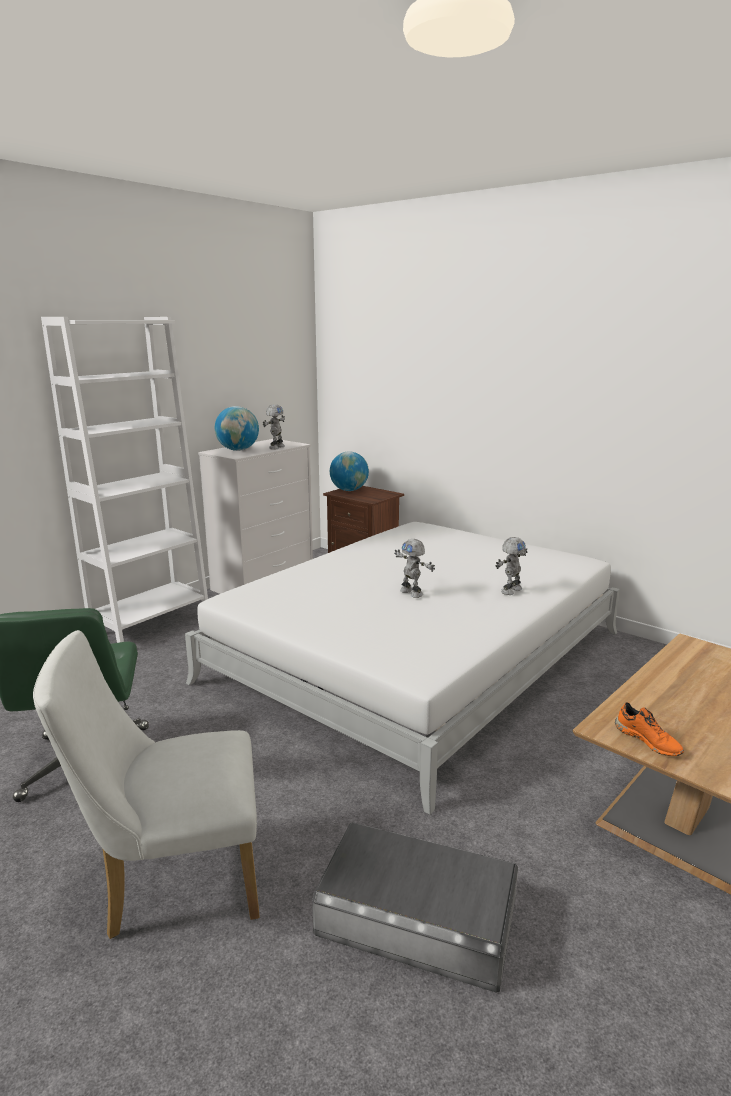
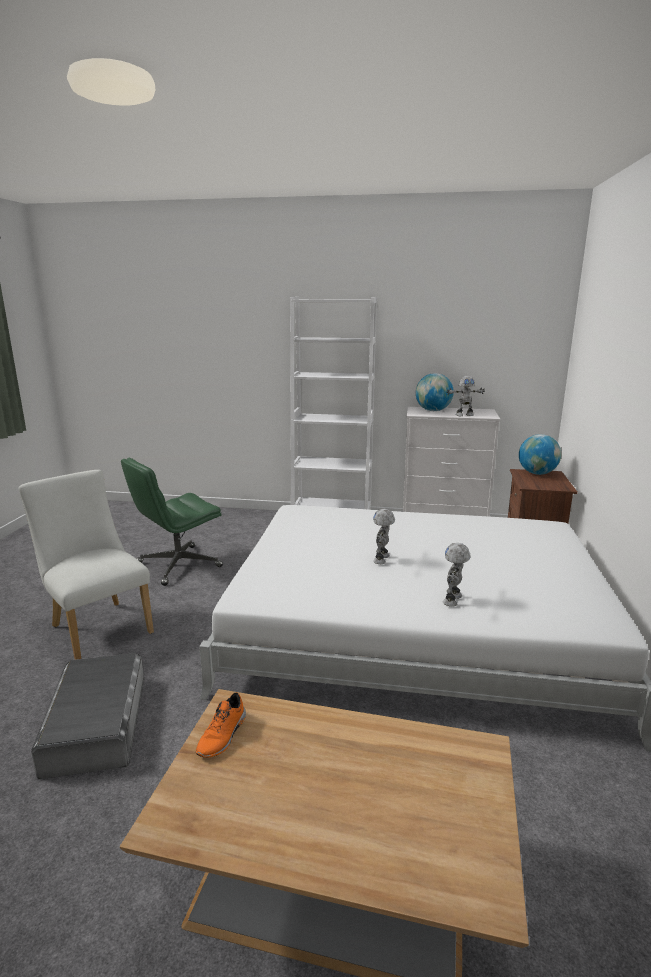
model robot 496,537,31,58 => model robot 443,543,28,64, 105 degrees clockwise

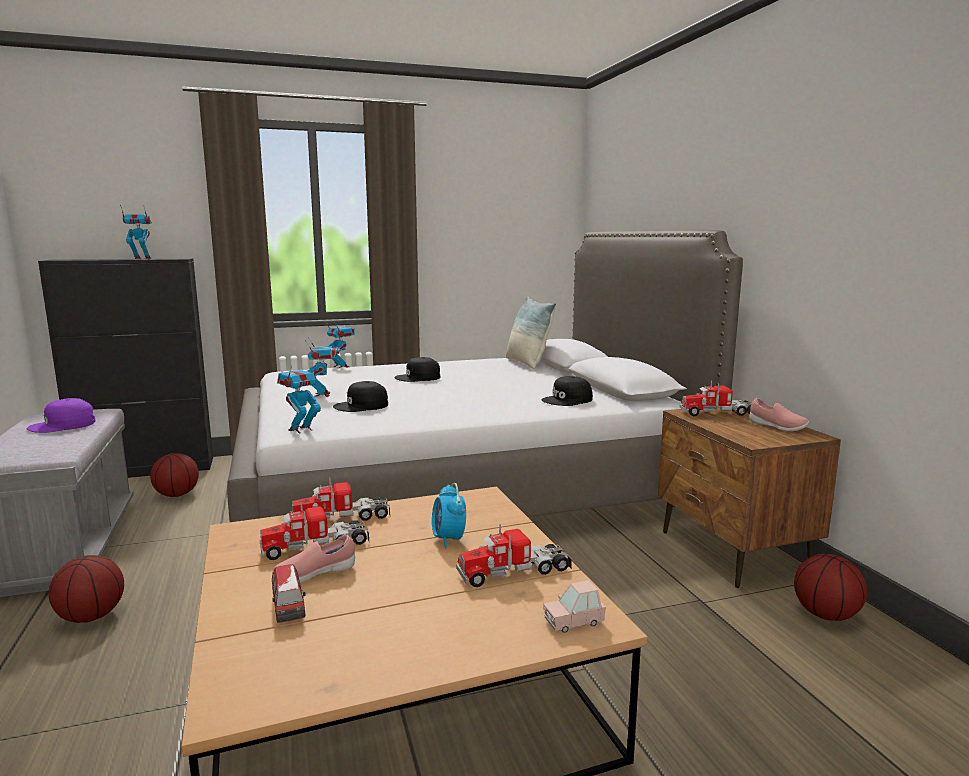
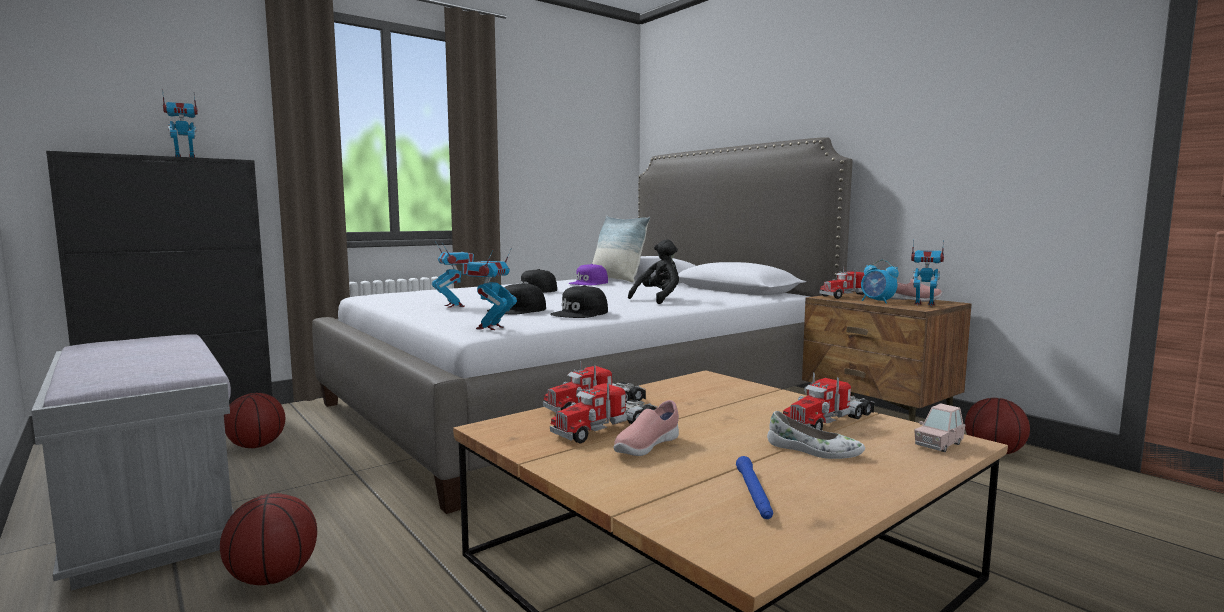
baseball cap (black) 542,376,51,30 => baseball cap (black) 550,285,58,33, relocated
baseball cap (purple-coloured) 27,398,68,35 => baseball cap (purple-coloured) 568,264,40,21, relocated
nothing => cuddly toy (black) 628,239,51,65
nothing => hand torch (blue-coloured) 736,456,37,63
nothing => item of footwear (white-coloured) 767,411,98,48
table clock 432,483,34,65 => table clock 861,260,38,44, relocated
model robot 325,321,30,47 => model robot 911,240,33,66, relocated
model car 272,564,33,59 => nothing

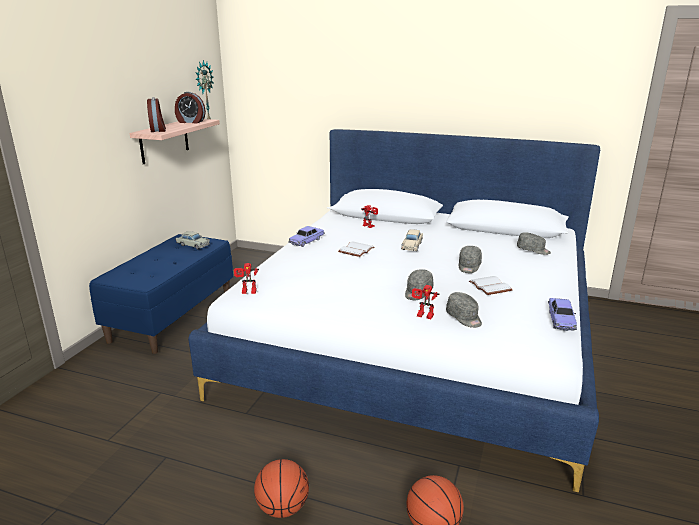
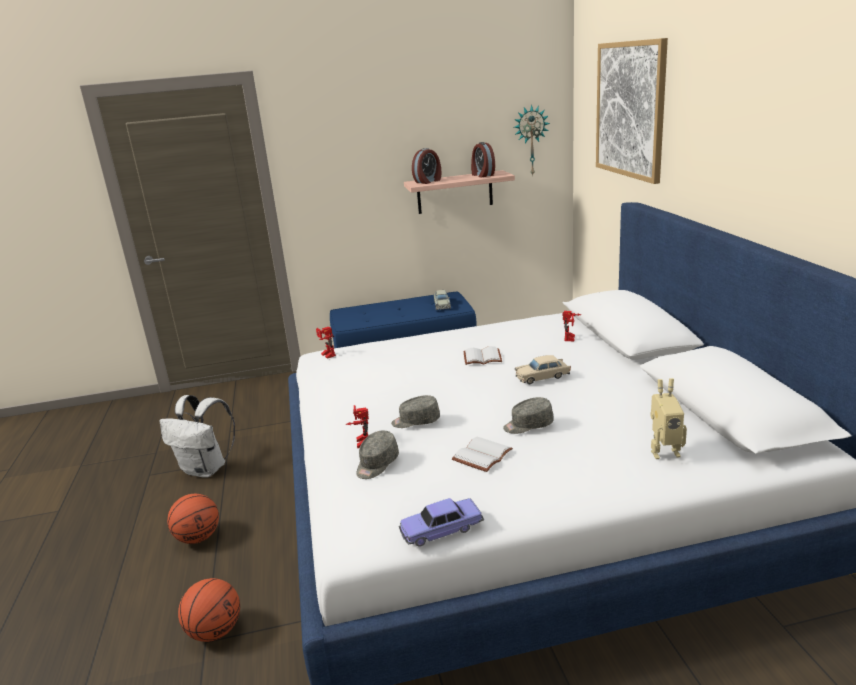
nothing => backpack (white-coloured) 160,395,75,83
nothing => wall art 596,38,72,146
baseball cap (greyish) 517,232,34,23 => model robot 650,378,37,81
model car 288,226,37,21 => nothing

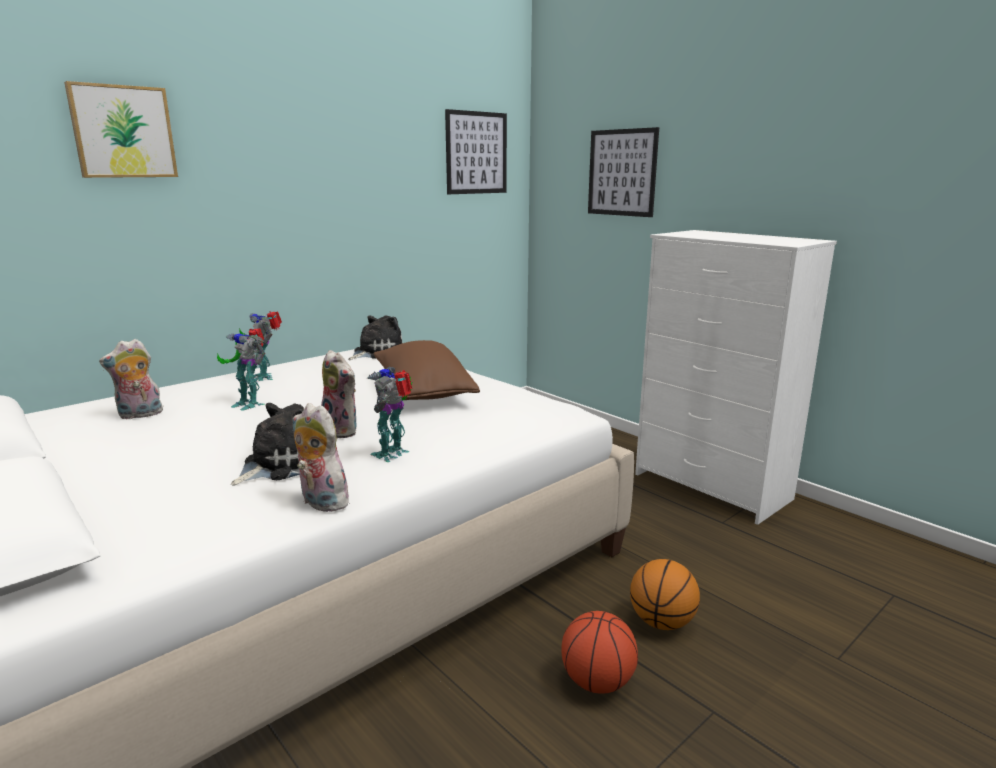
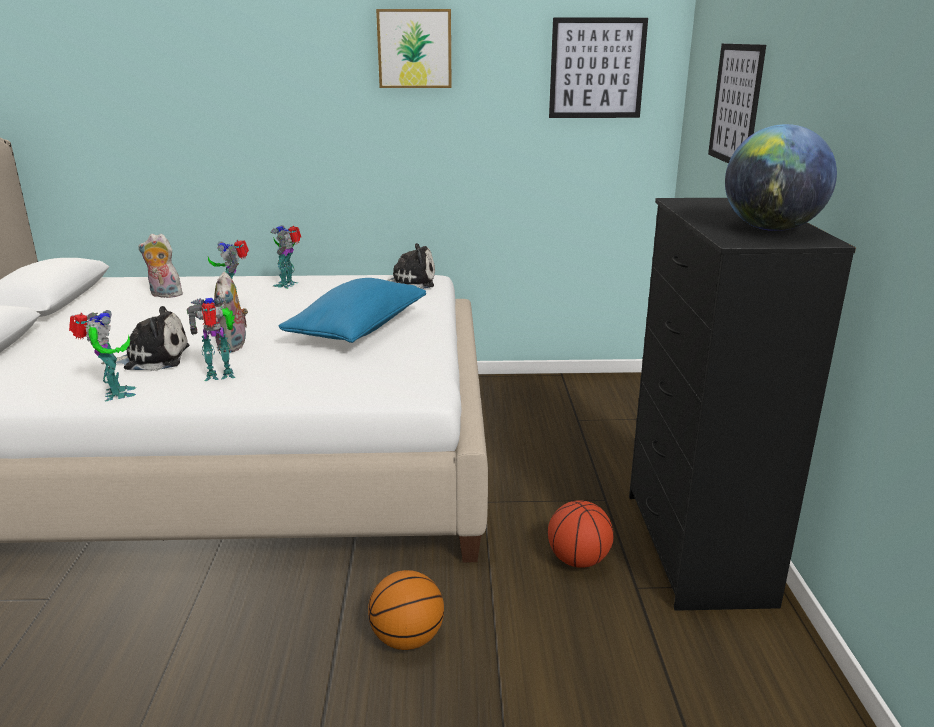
cuddly toy 293,403,59,109 => model robot 69,310,67,91
throw pillow (brownish) 374,340,106,60 => throw pillow (blue-coloured) 279,278,147,65
wall art 64,81,114,97 => wall art 376,9,76,79, relocated
basketball ball 561,611,77,83 => basketball ball 548,500,66,68, relocated
dresser (white-coloured) 635,230,202,295 => dresser (black) 629,198,227,413
nothing => globe 725,124,112,107

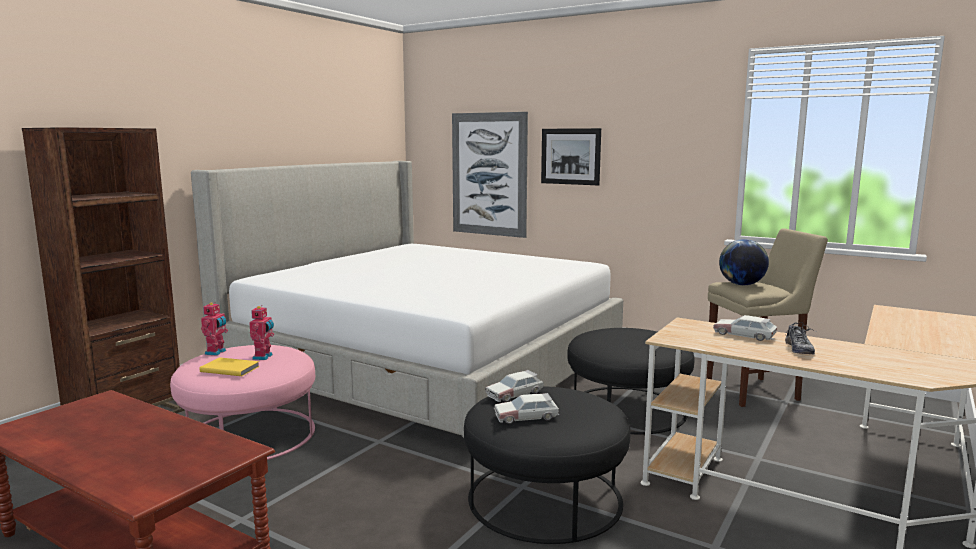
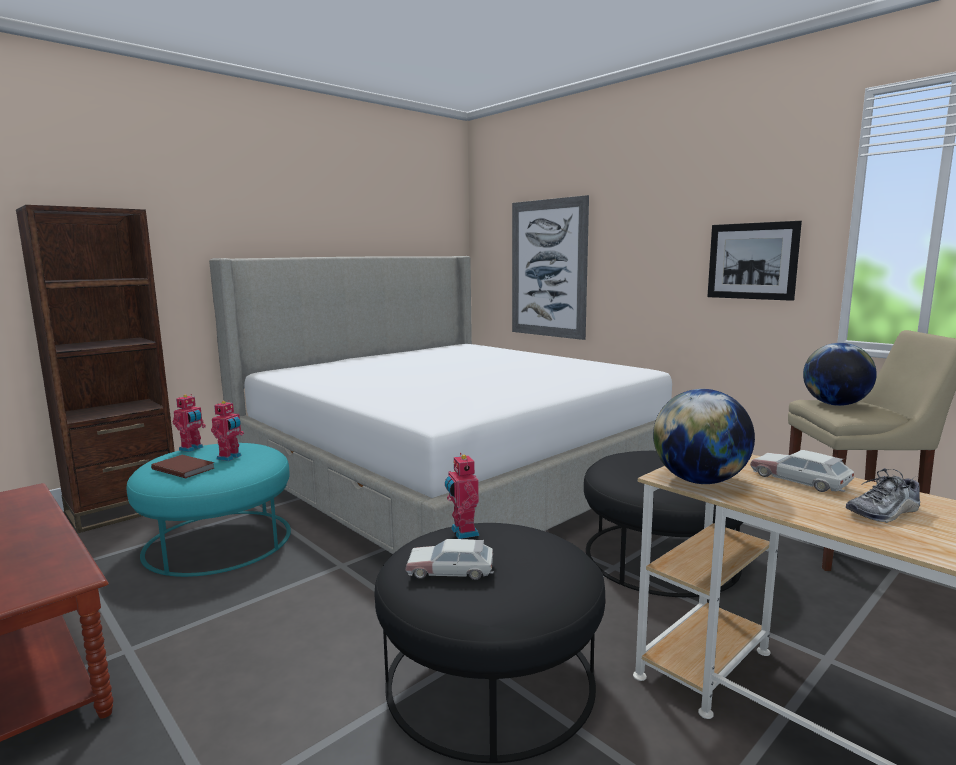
pouffe (pink) 170,345,145,115 => pouffe (blue-green) 127,443,164,134
book (yellow-coloured) 199,357,61,19 => book (brownish) 151,455,64,23
model car 485,370,59,32 => model robot 445,453,34,86
nothing => globe 653,389,102,95
wall art 541,128,60,57 => wall art 707,221,95,80, relocated
item of footwear 785,323,32,31 => item of footwear 846,468,74,55, 45 degrees clockwise

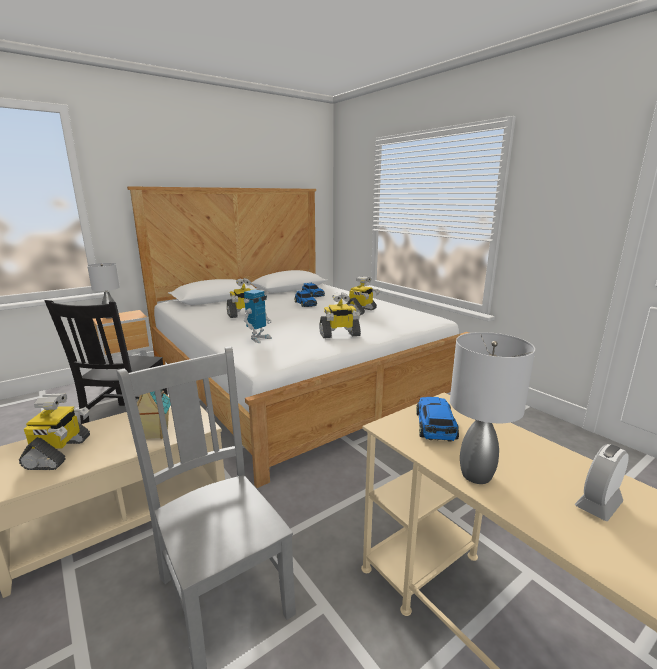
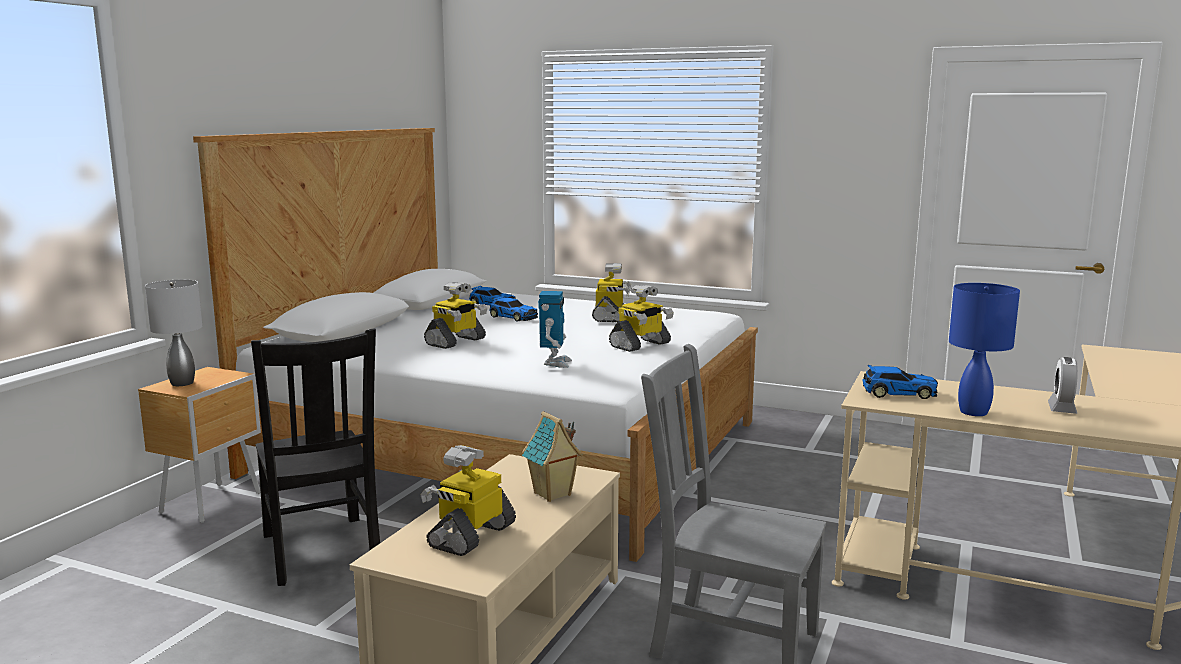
model robot 19,394,71,76 => model robot 420,445,96,111, 120 degrees counterclockwise
model car 416,397,43,44 => model car 862,365,76,34, 120 degrees clockwise
lamp for a table (greyish) 450,332,85,152 => lamp for a table (blue-coloured) 949,283,71,133

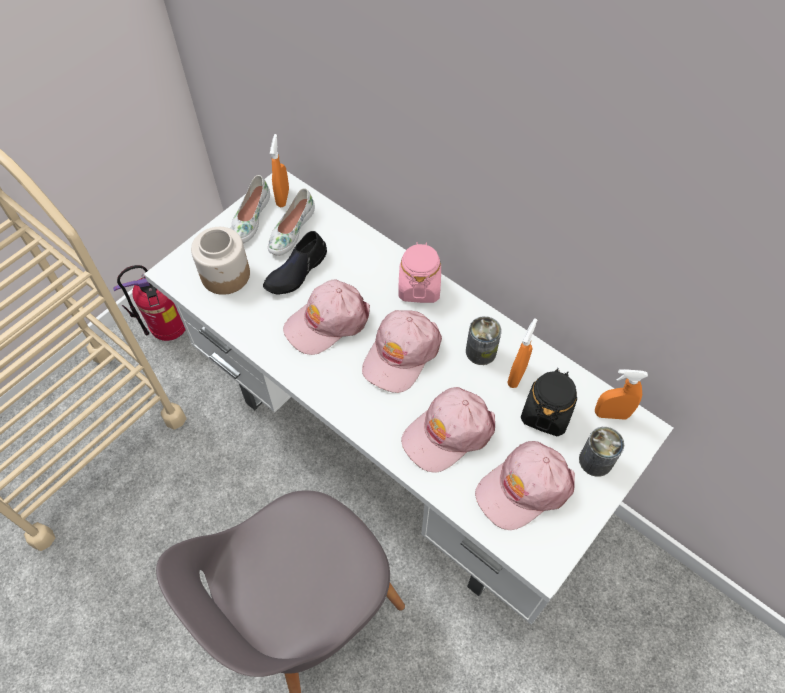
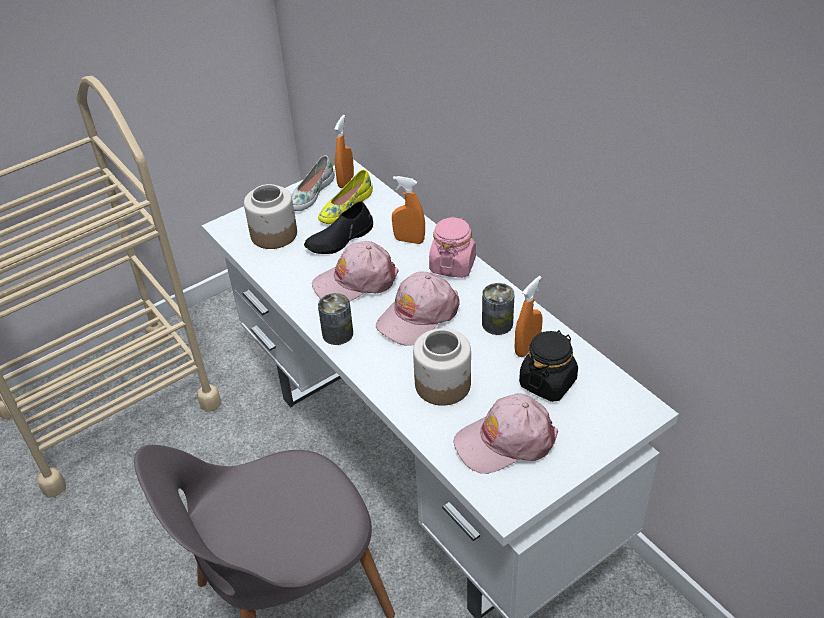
item of footwear (white-coloured) 268,188,47,68 => item of footwear (yellow-coloured) 318,169,55,55
metal can 579,427,45,50 => metal can 318,293,35,52, relocated
hand sprayer (orange) 595,369,53,51 => hand sprayer (orange) 392,176,33,68, relocated
baseball cap (pink) 401,387,94,86 => preserve jar 413,328,58,78
fire-fighting cylinder 113,265,73,76 => nothing

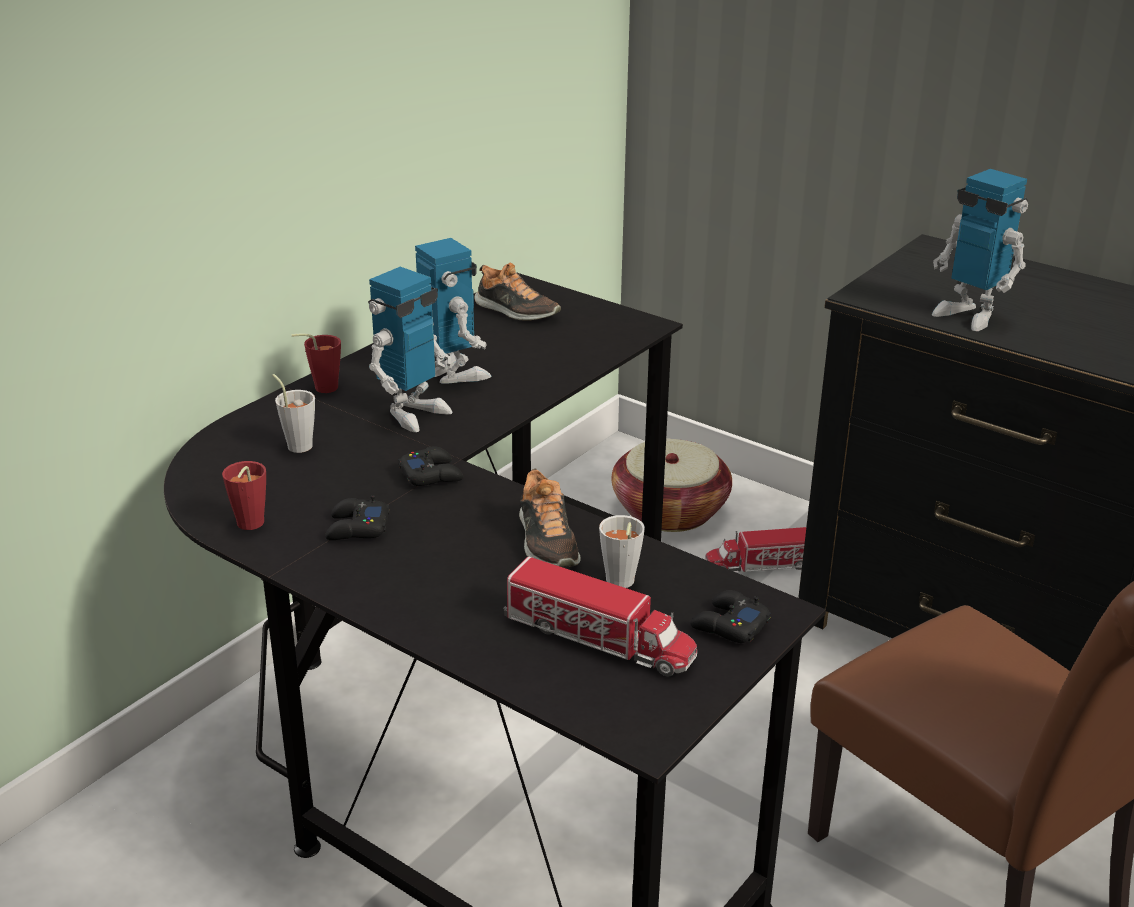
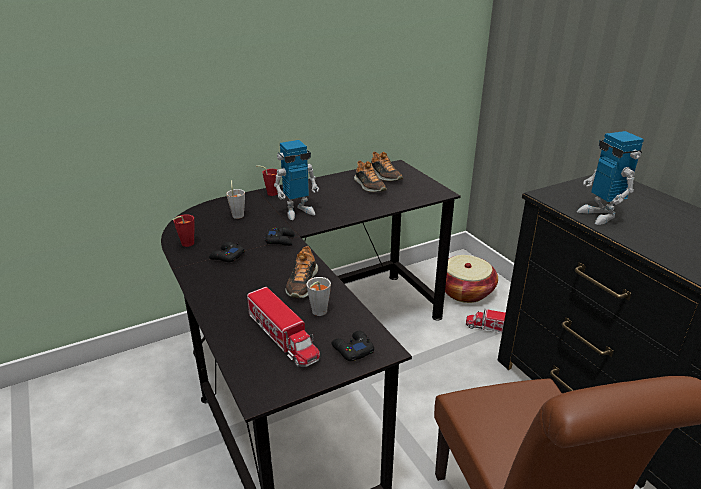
nothing => item of footwear 354,160,33,32
model robot 415,238,76,145 => nothing

